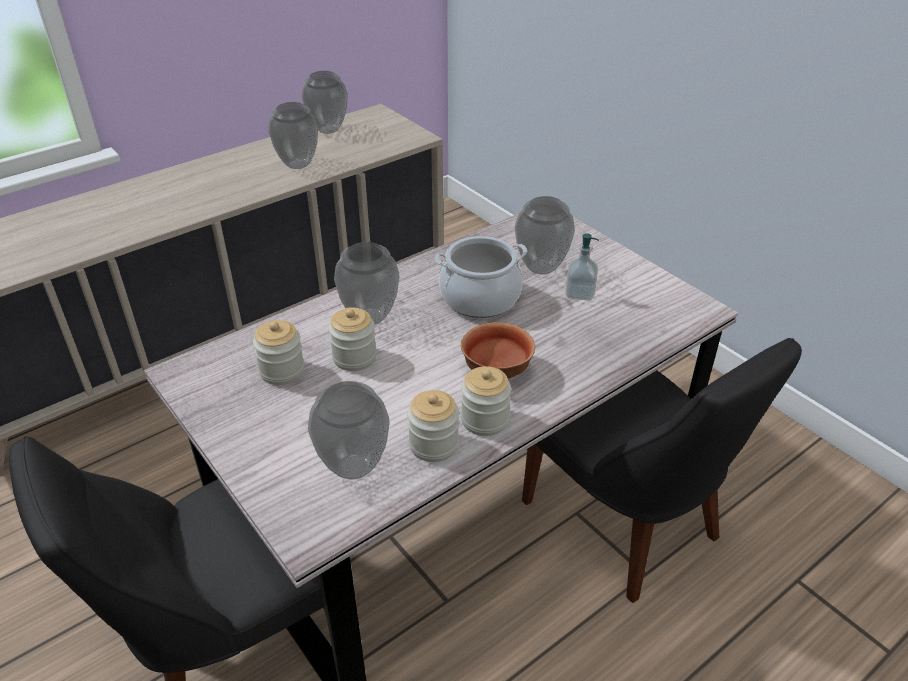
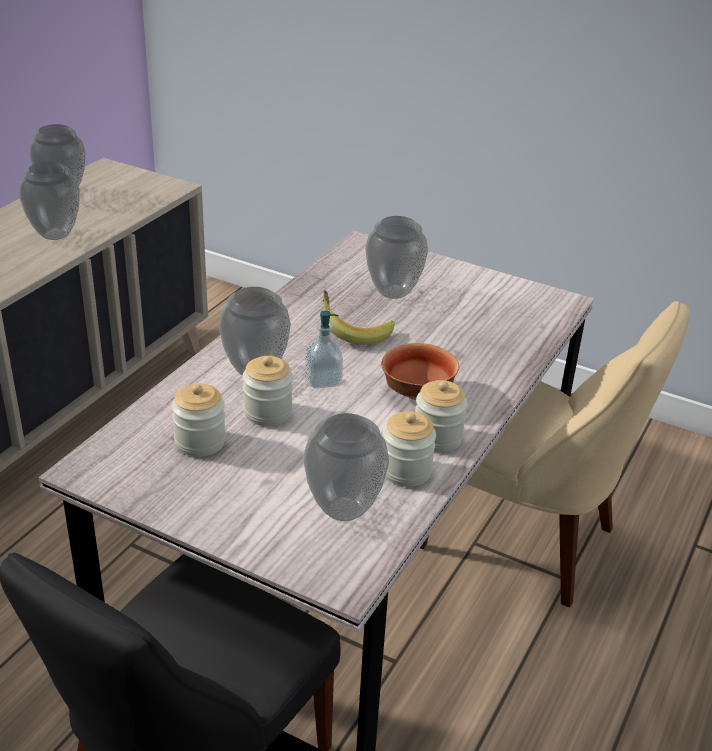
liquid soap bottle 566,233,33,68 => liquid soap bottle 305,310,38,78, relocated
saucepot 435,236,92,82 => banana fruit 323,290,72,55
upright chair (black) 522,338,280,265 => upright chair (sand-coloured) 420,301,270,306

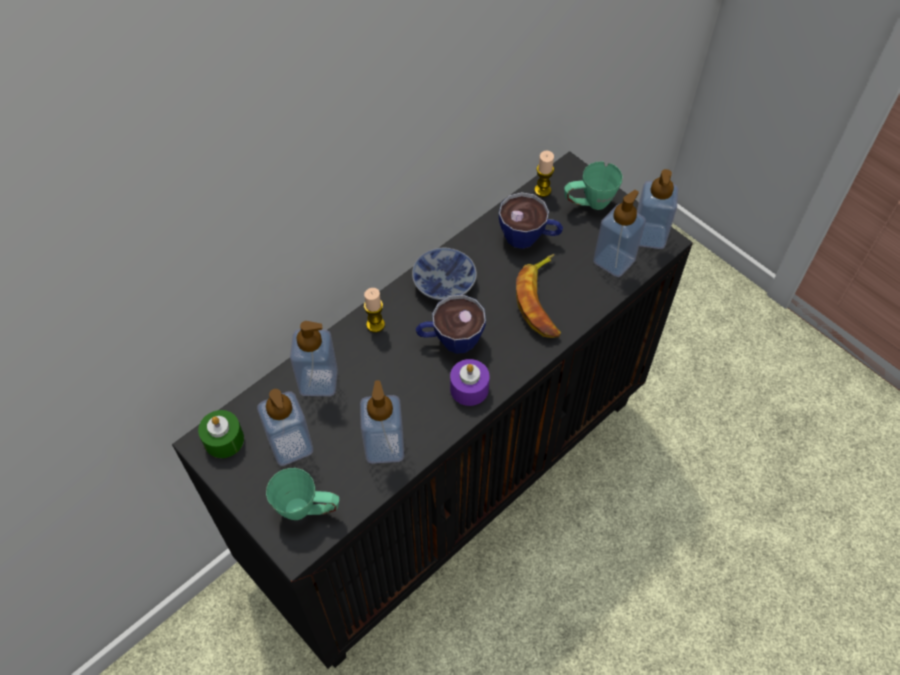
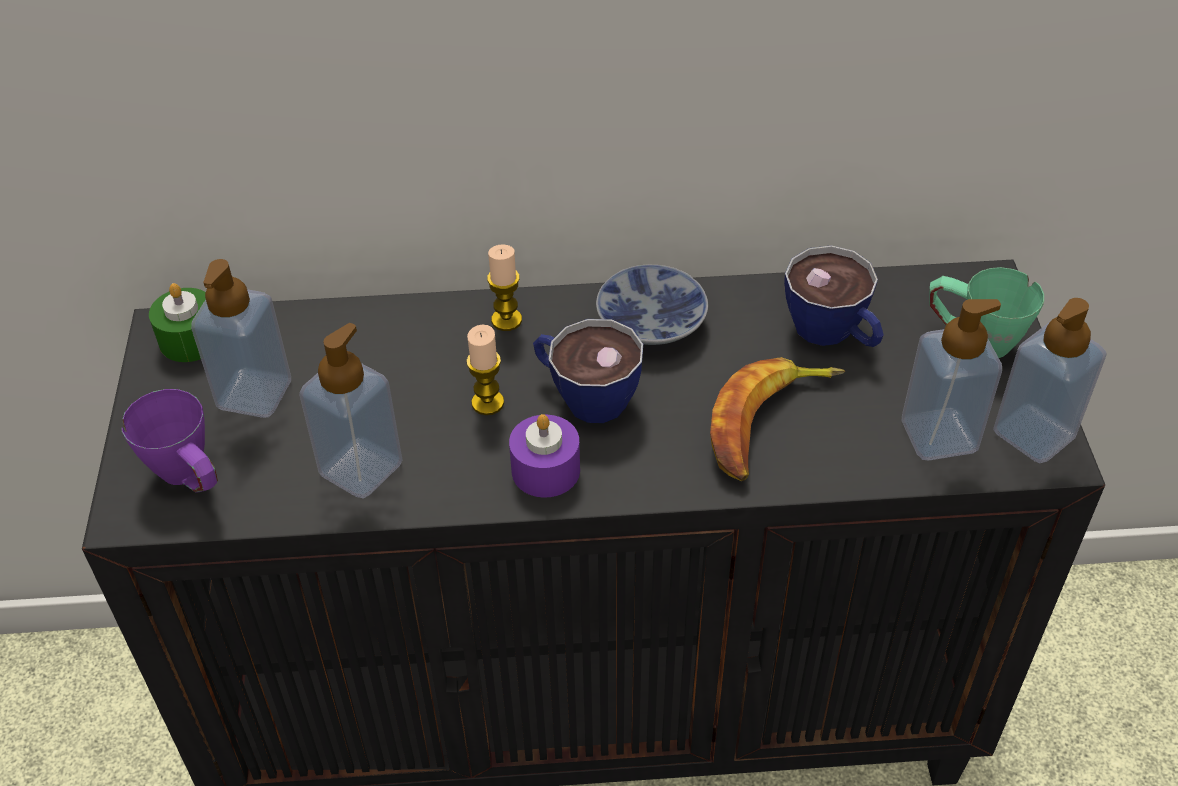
coffee mug (green-coloured) 266,468,73,52 => coffee mug (purple-coloured) 121,389,97,104
candle 534,151,20,46 => candle 466,325,38,90, relocated
liquid soap bottle 290,321,48,75 => nothing

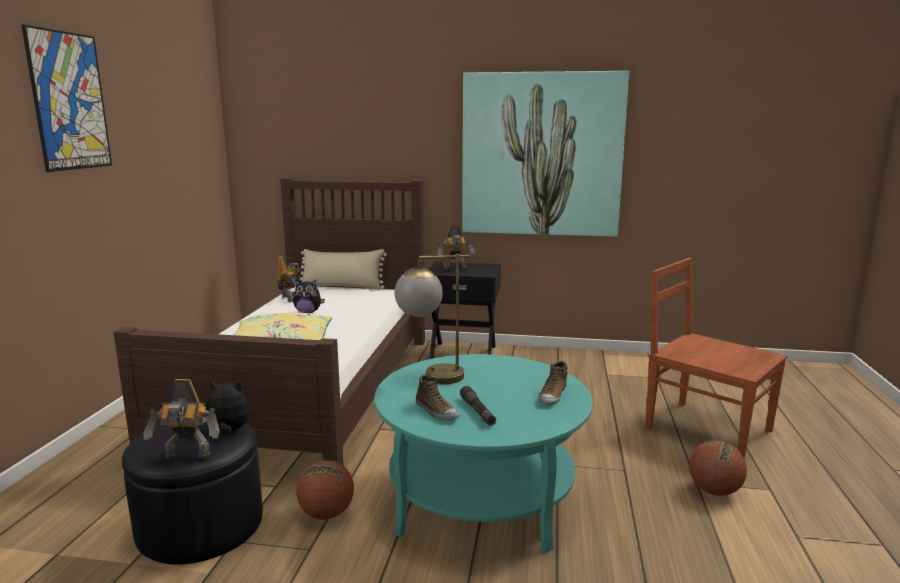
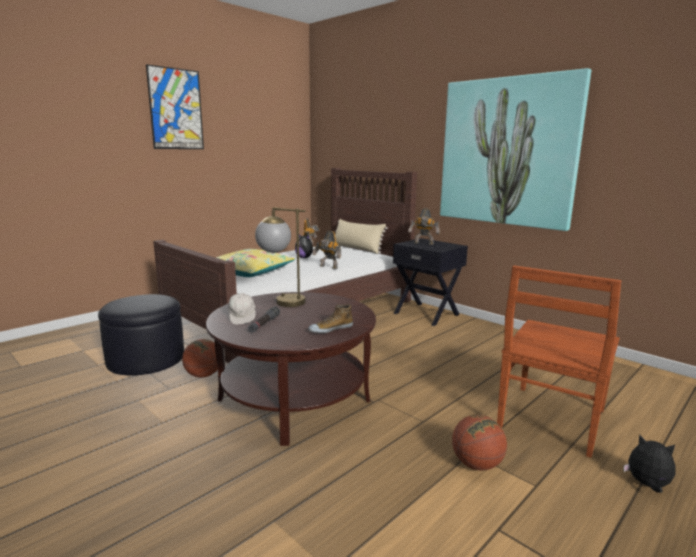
lounge table (blue-green) 374,354,219,199 => lounge table (brownish) 206,292,170,154
item of footwear 416,375,44,45 => baseball cap (white-coloured) 228,293,28,31
model robot 144,379,76,81 => model robot 312,231,29,38, relocated
upright chair (brownish) 645,258,142,201 => upright chair (brownish) 497,266,124,192, 135 degrees counterclockwise
cuddly toy 203,380,47,53 => cuddly toy 623,435,52,58, relocated

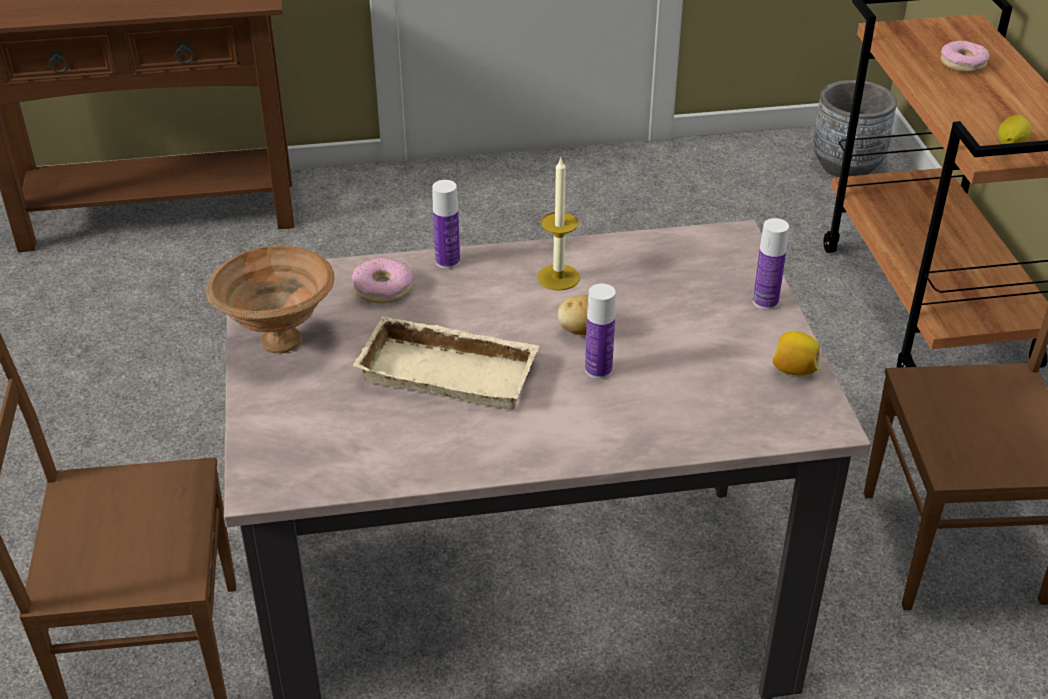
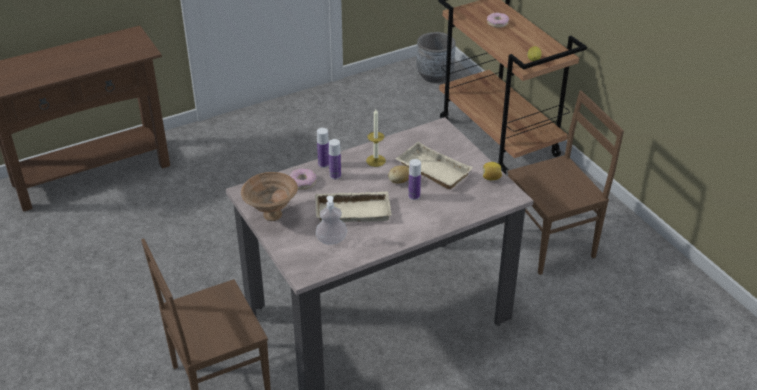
nothing => liquid soap bottle 316,196,31,49
drink bottle 753,218,36,92 => drink bottle 329,139,12,40, relocated
nothing => tray (sand-coloured) 395,142,78,47

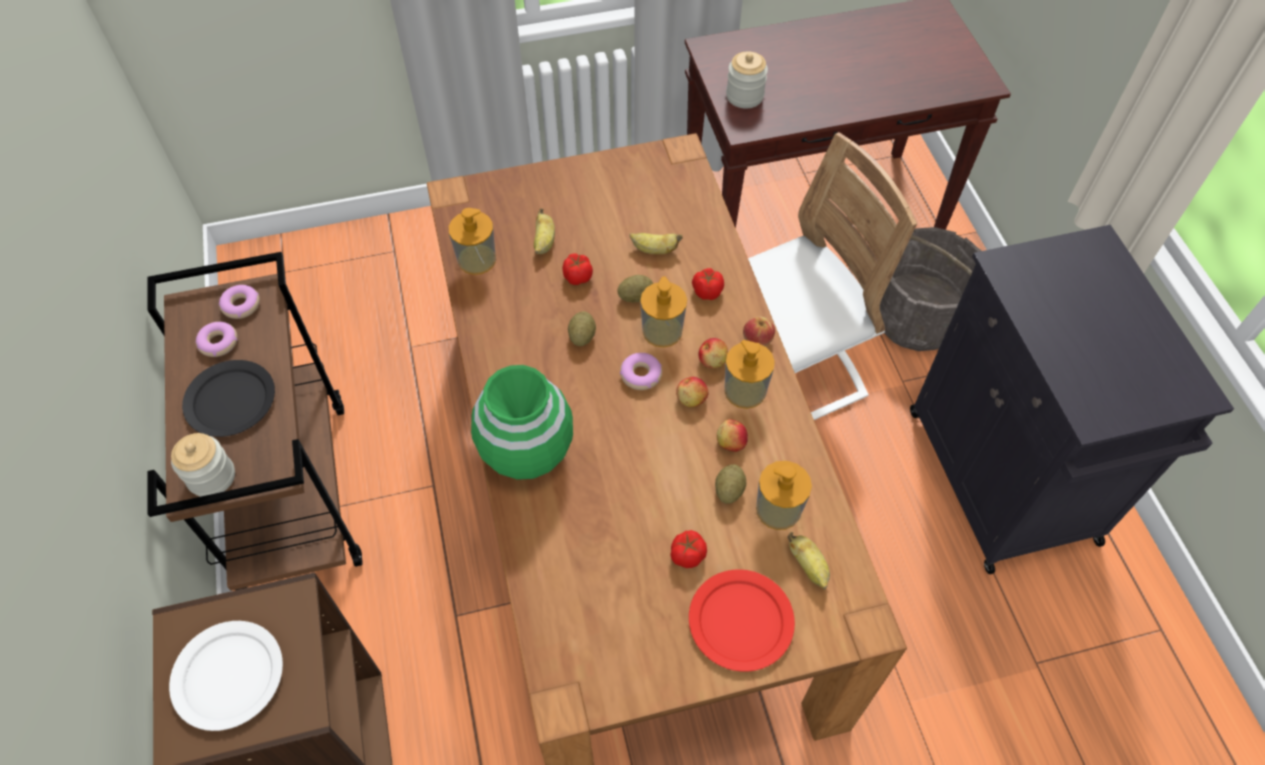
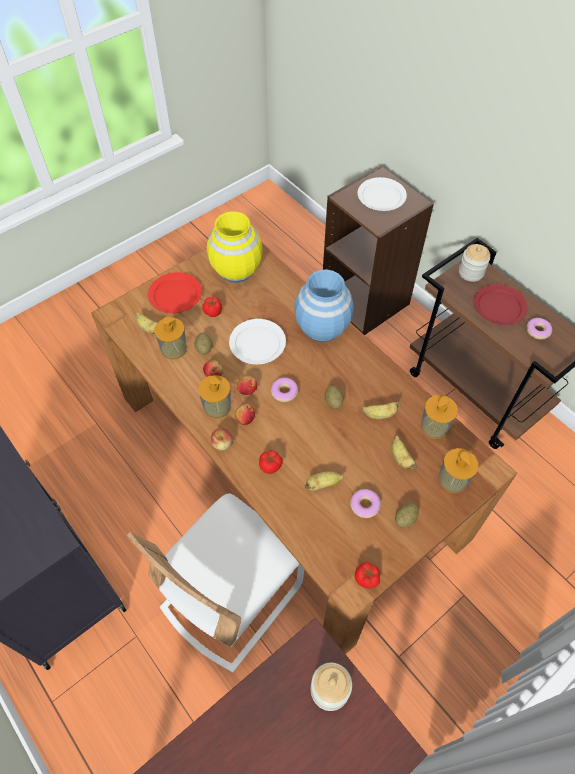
nothing => flower vase (yellow-coloured) 207,211,56,72
nothing => flat dish (white-coloured) 229,319,57,45
flower vase (green-coloured) 471,365,102,115 => flower vase (blue-coloured) 294,270,60,72
donut 219,285,41,34 => donut 350,489,31,29, relocated
fresh tomato 562,253,31,32 => fresh tomato 355,562,25,26, relocated
nothing => banana fruit 362,402,38,17
spud 618,275,35,27 => spud 395,503,24,24, relocated
liquid soap bottle 640,276,47,71 => liquid soap bottle 439,448,39,45, relocated
flat dish (black) 182,360,93,77 => flat dish (red) 474,284,54,41
bucket (greyish) 880,227,101,124 => nothing

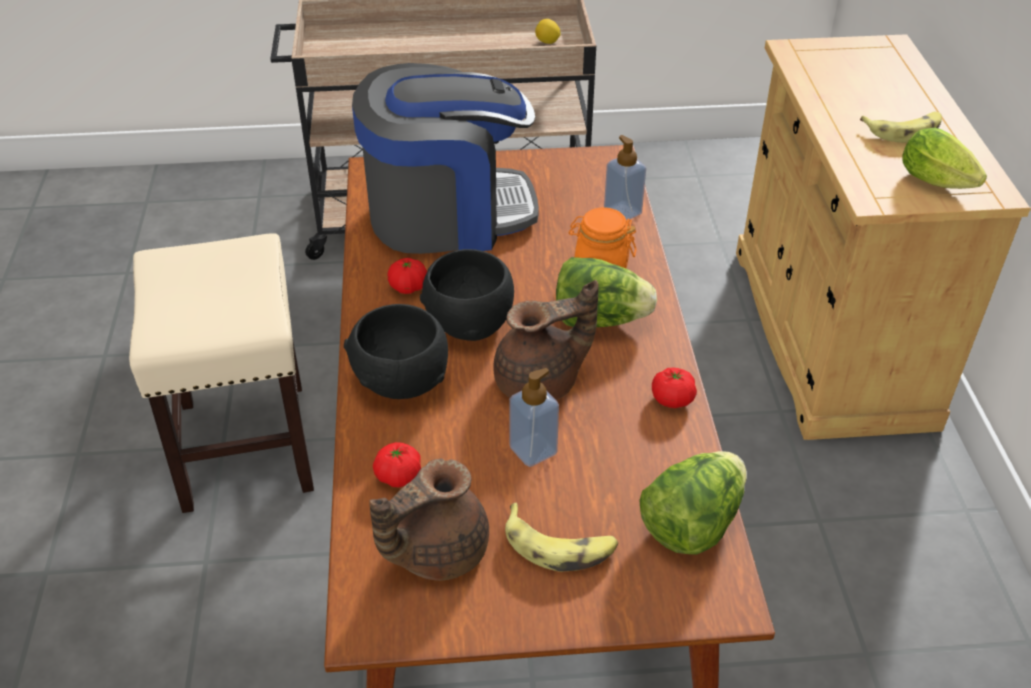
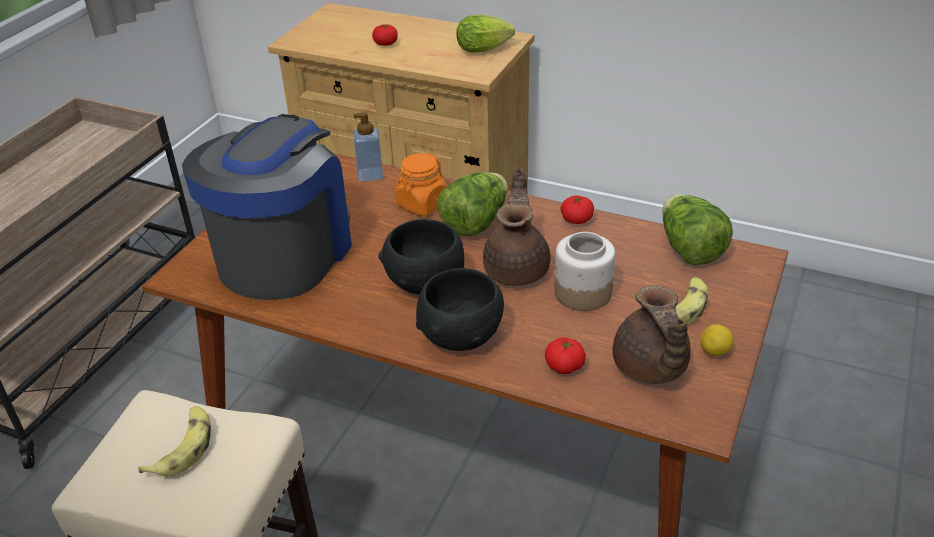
banana fruit 860,112,82,31 => banana fruit 138,406,73,70, relocated
fresh tomato 387,258,40,36 => fresh tomato 372,24,26,22, relocated
liquid soap bottle 509,368,50,99 => preserve jar 554,232,61,79
citrus fruit 535,19,26,25 => citrus fruit 700,324,34,32, relocated

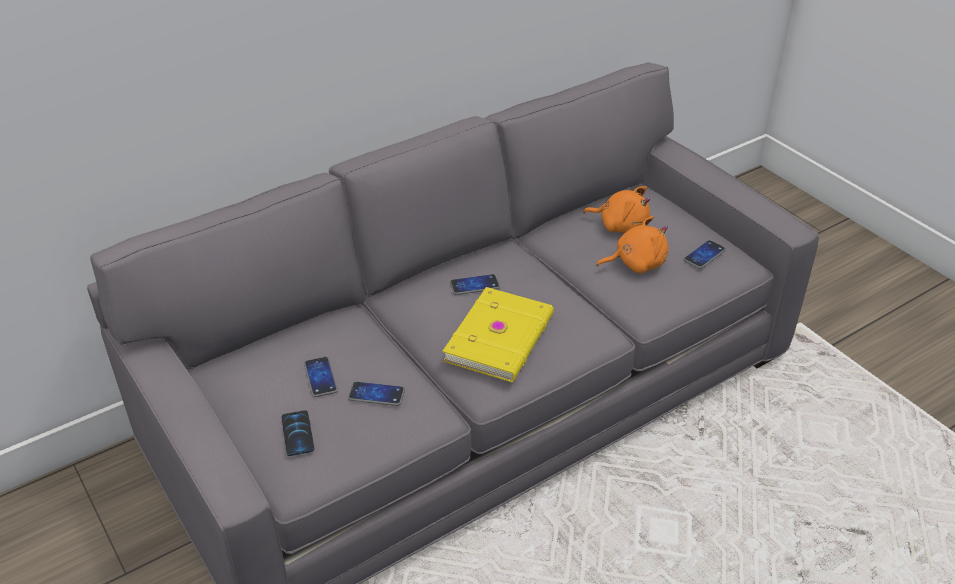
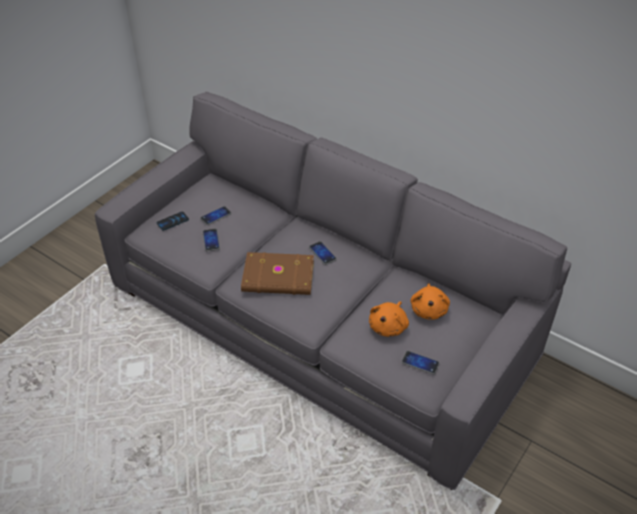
book (yellow-coloured) 443,287,111,95 => book (brownish) 241,252,73,43
cuddly toy (orange) 597,216,71,57 => cuddly toy (orange) 369,301,40,36, 60 degrees clockwise

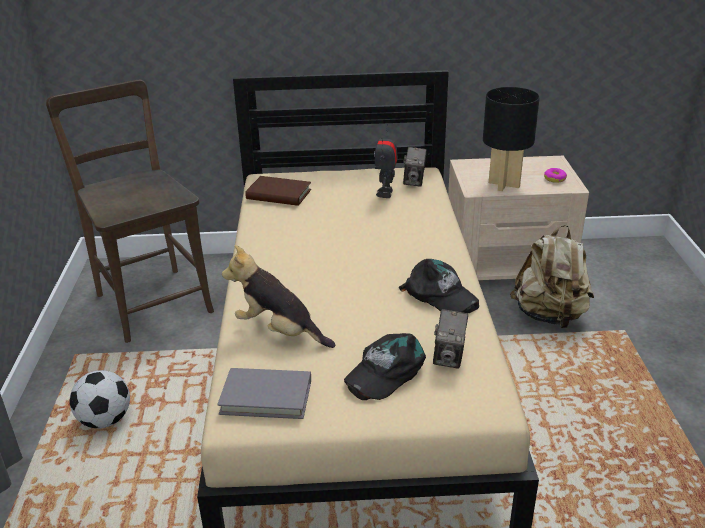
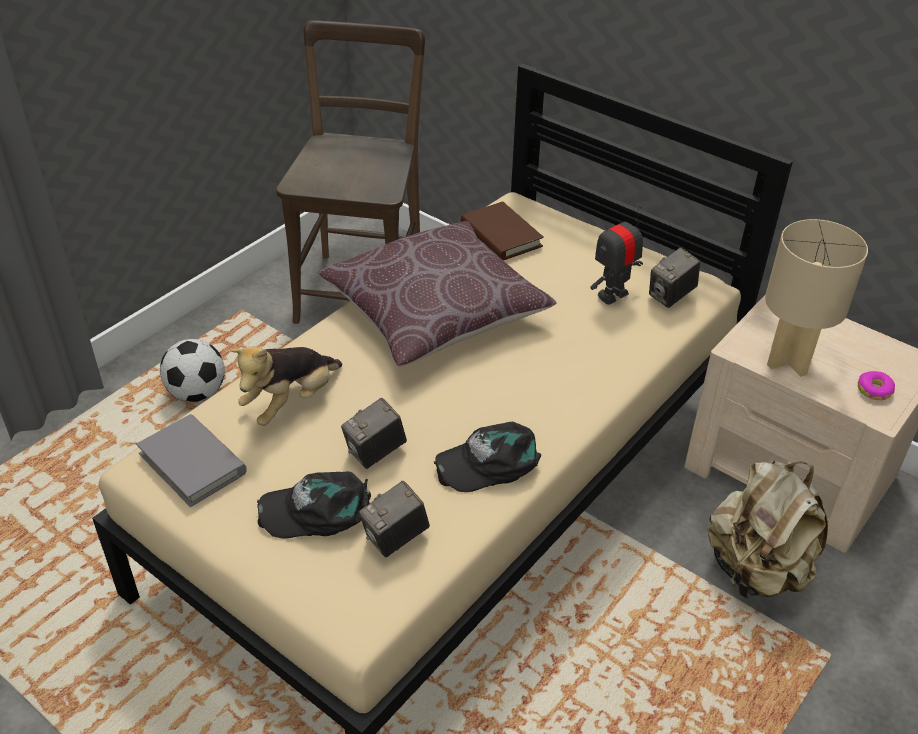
cuddly toy 222,245,113,103 => cuddly toy 230,346,112,80, 120 degrees counterclockwise
nothing => throw pillow (brownish) 317,221,240,146
nothing => photo camera 341,398,66,71
baseball cap (black) 399,259,80,55 => baseball cap (black) 434,422,107,70, 75 degrees clockwise
lamp for a table (black) 483,87,57,104 => lamp for a table (sand-coloured) 765,219,103,158

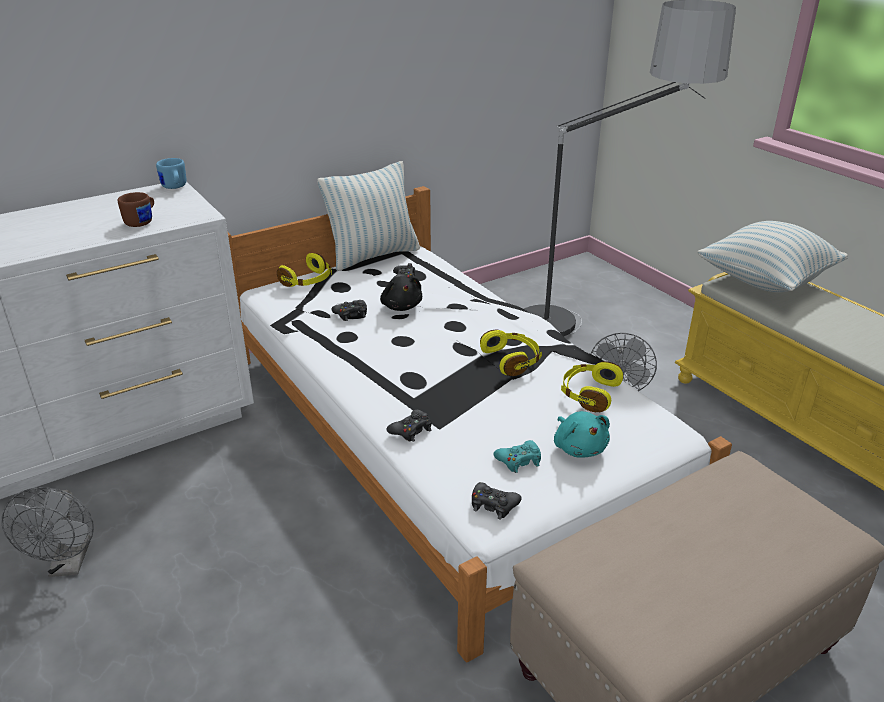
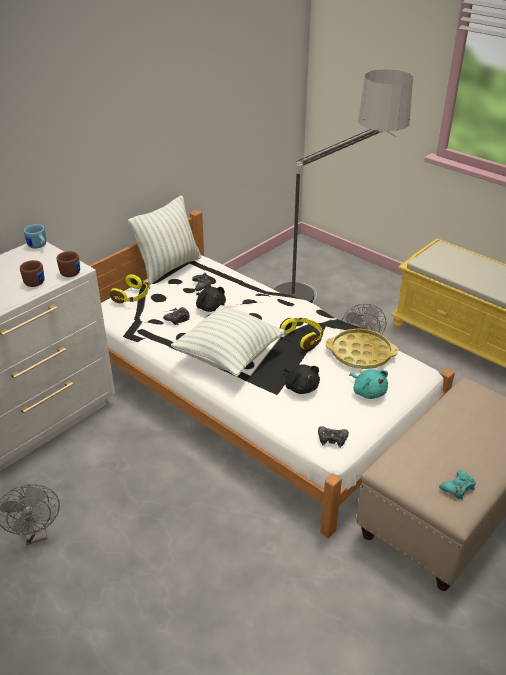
nothing => coffee mug (brownish) 57,251,23,26
throw pillow 697,221,151,72 => throw pillow 171,305,114,72, relocated
nothing => cuddly toy (black) 285,365,35,29
pair of headphones (yellow-coloured) 561,361,62,51 => tray (yellow-coloured) 326,328,72,41
game controller (blue-green) 493,440,48,33 => game controller (blue-green) 439,470,37,30, relocated
game controller (black) 386,410,45,32 => nothing

